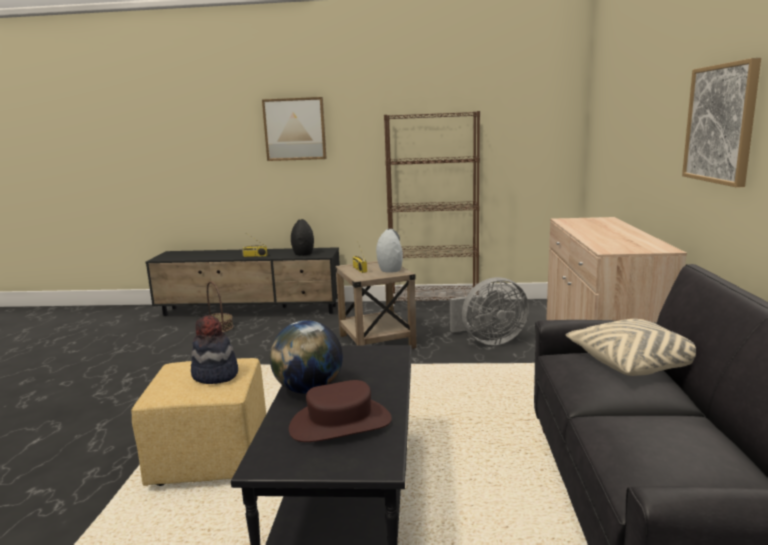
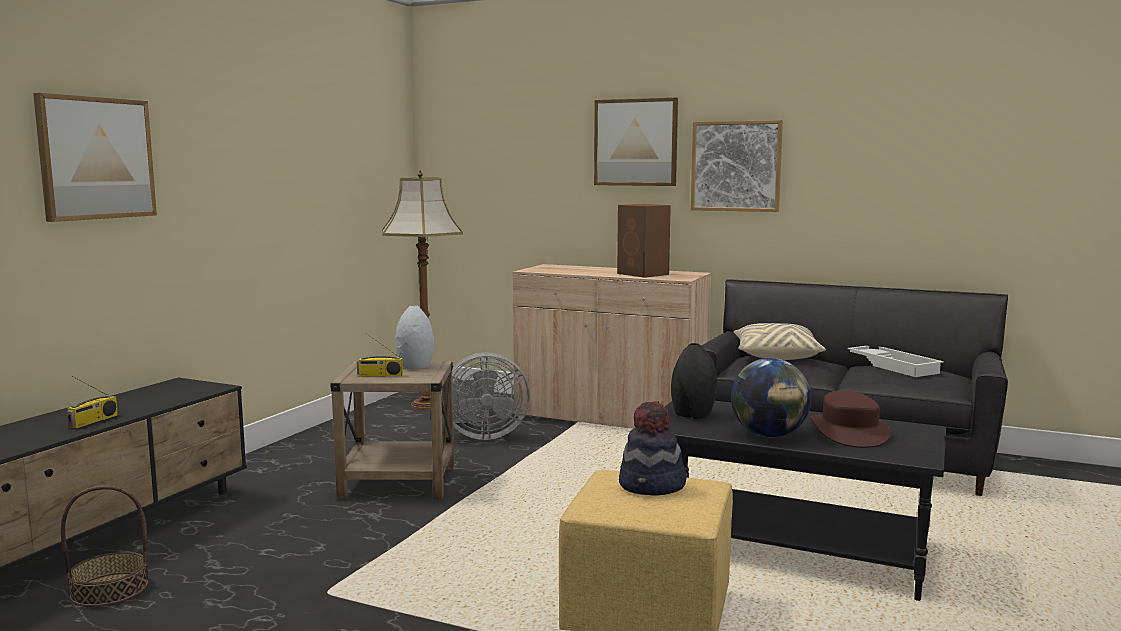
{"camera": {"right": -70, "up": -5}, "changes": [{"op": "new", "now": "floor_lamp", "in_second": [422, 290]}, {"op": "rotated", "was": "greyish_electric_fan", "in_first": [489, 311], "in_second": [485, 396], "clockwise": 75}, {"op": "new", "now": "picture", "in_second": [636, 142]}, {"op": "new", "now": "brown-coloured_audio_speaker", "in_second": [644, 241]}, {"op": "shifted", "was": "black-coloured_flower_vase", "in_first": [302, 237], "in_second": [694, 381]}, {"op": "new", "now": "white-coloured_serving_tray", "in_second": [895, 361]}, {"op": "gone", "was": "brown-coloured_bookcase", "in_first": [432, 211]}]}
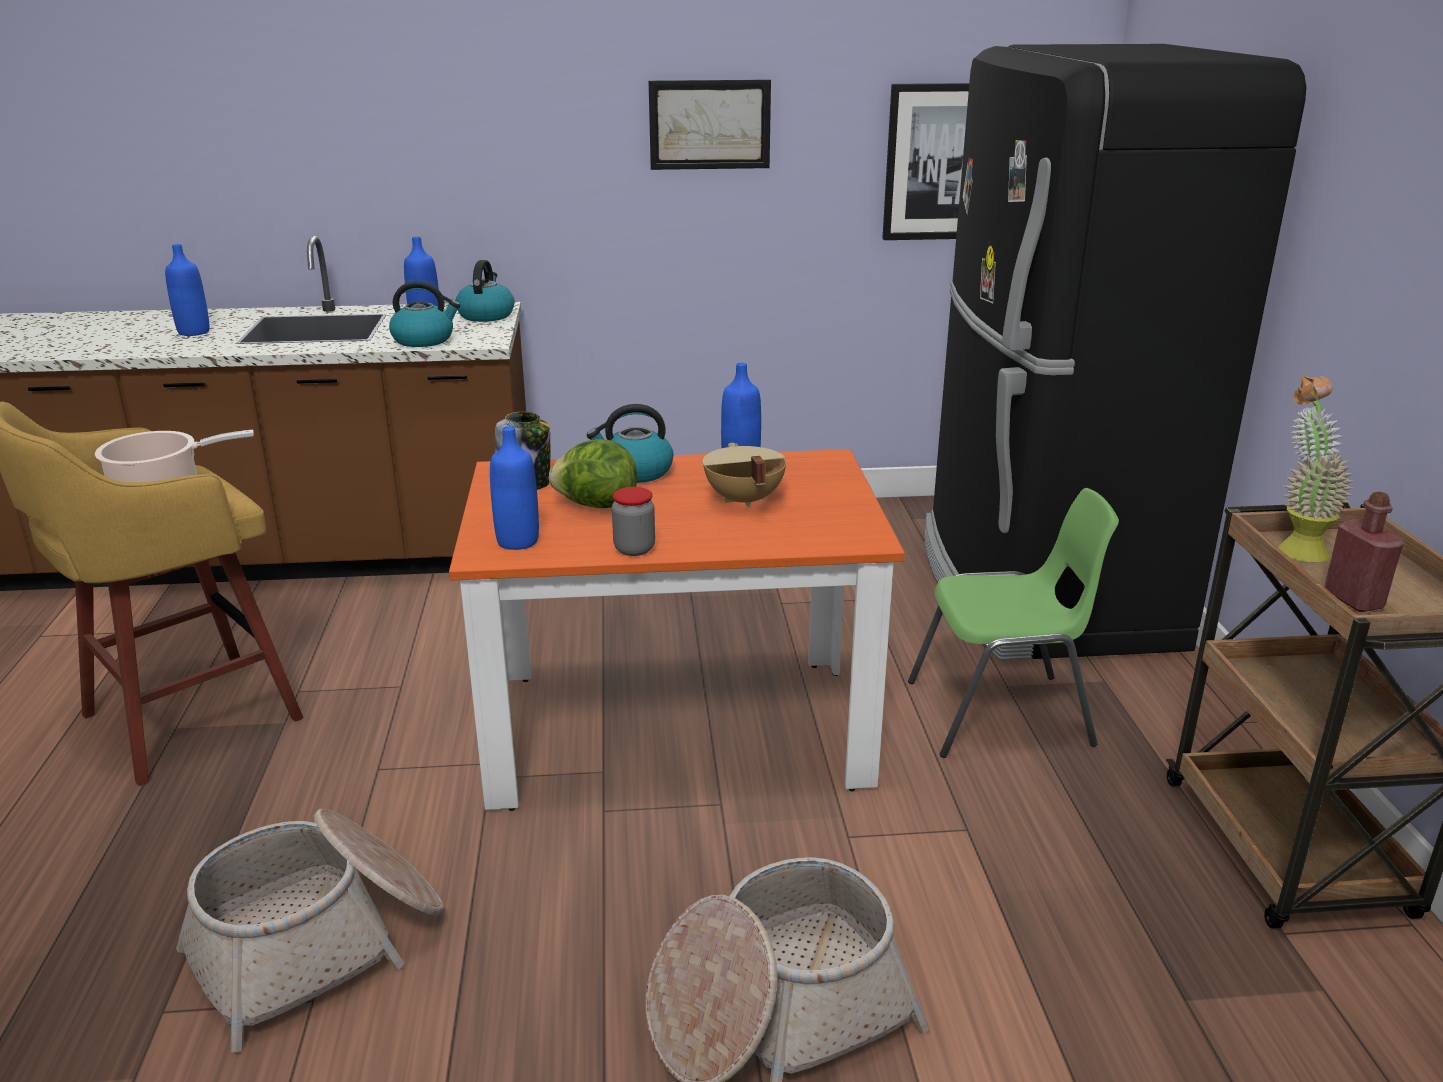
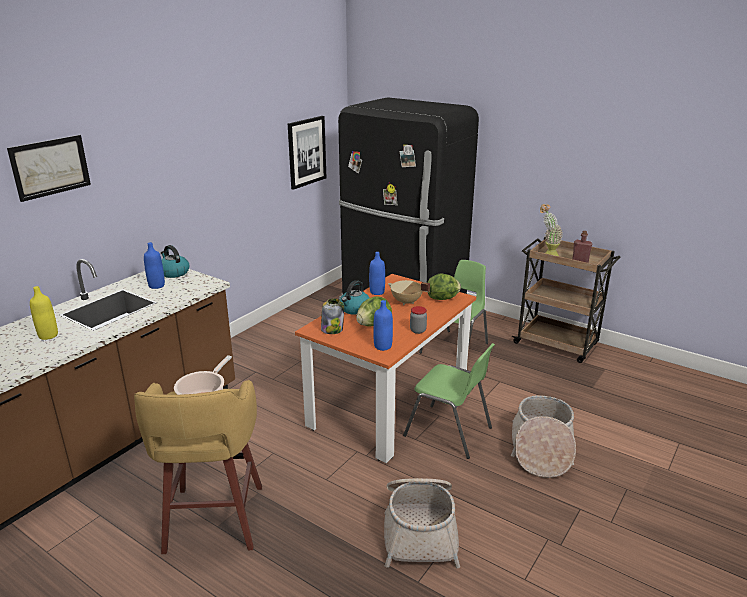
{"camera": {"right": -50, "up": 0}, "changes": [{"op": "shifted", "was": "picture", "in_first": [709, 124], "in_second": [49, 168]}, {"op": "repainted", "was": "blue_drink_bottle", "now": "yellow-coloured_drink_bottle", "in_first": [187, 290], "in_second": [44, 313]}, {"op": "new", "now": "green_upright_chair", "in_second": [449, 401]}, {"op": "new", "now": "lettuce", "in_second": [444, 287]}, {"op": "gone", "was": "water_kettle", "in_first": [424, 314]}]}
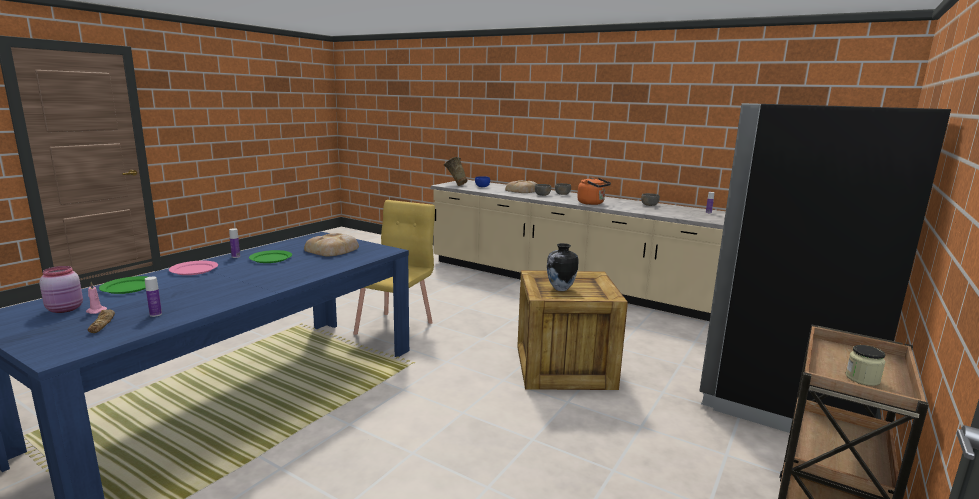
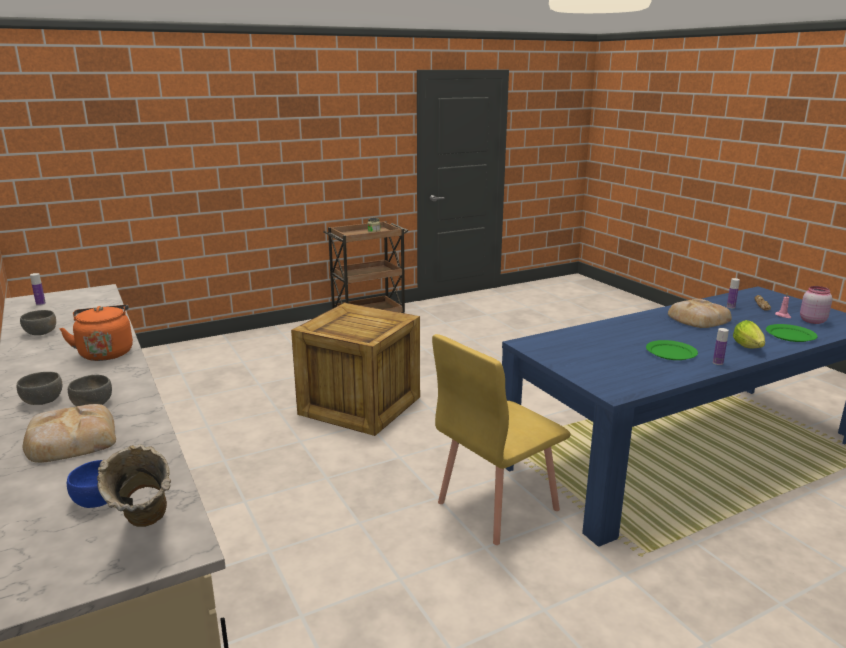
{"camera": {"right": -150, "up": 5}, "changes": [{"op": "shifted", "was": "bakery_bread", "in_first": [331, 244], "in_second": [700, 313]}, {"op": "swapped", "was": "pink-coloured_flat_dish", "now": "lettuce", "in_first": [193, 268], "in_second": [749, 334]}, {"op": "gone", "was": "flower_vase", "in_first": [563, 267]}, {"op": "gone", "was": "black-coloured_fridge", "in_first": [825, 268]}]}
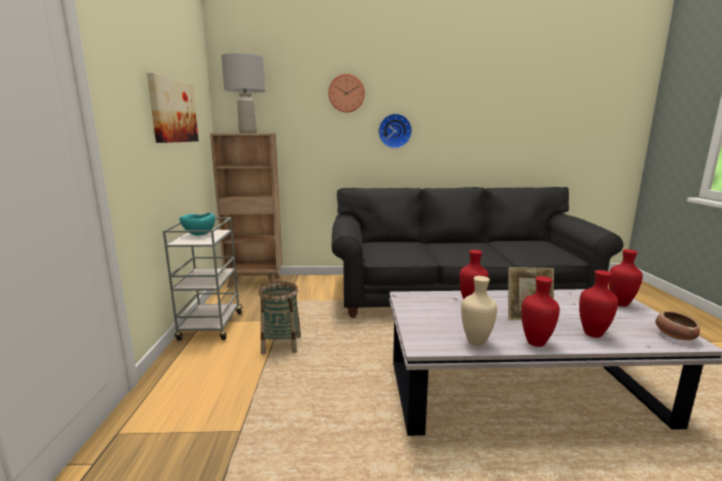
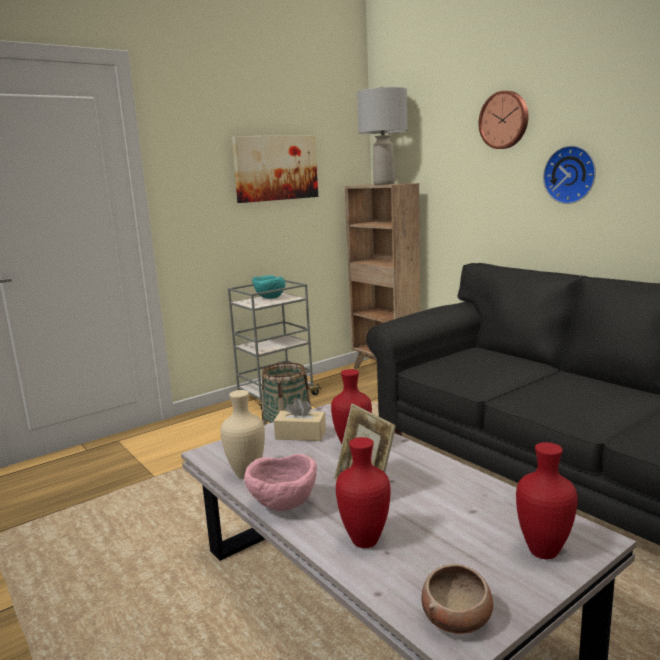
{"camera": {"right": 55, "up": 0}, "changes": [{"op": "swapped", "was": "red-coloured_flower_vase", "now": "pink-coloured_serving_bowl", "in_first": [540, 311], "in_second": [280, 482]}, {"op": "new", "now": "sand-coloured_tissue_holder", "in_second": [300, 419]}]}
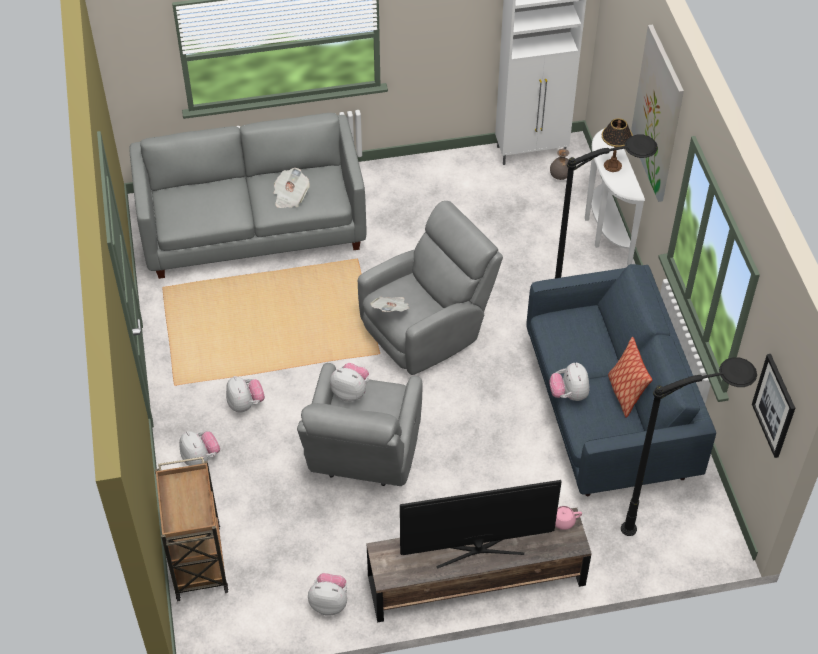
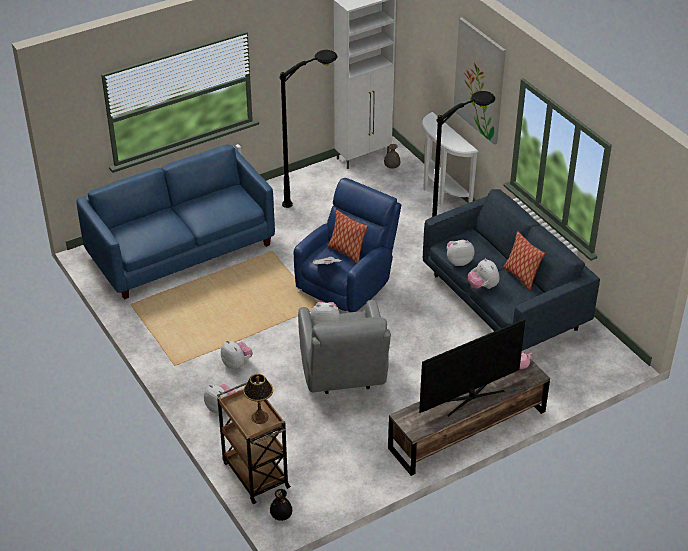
{"camera": {"right": -20, "up": -10}, "changes": [{"op": "repainted", "was": "greyish_sofa", "now": "blue_sofa", "in_first": [247, 196], "in_second": [176, 222]}, {"op": "shifted", "was": "lamp_for_a_table", "in_first": [617, 145], "in_second": [258, 399]}, {"op": "new", "now": "black-coloured_flower_vase", "in_second": [281, 505]}, {"op": "shifted", "was": "black-coloured_floor_lamp", "in_first": [689, 447], "in_second": [308, 129]}, {"op": "repainted", "was": "greyish_lounge_chair", "now": "blue_lounge_chair", "in_first": [430, 288], "in_second": [347, 245]}, {"op": "new", "now": "cushion", "in_second": [348, 236]}, {"op": "shifted", "was": "plush_toy", "in_first": [327, 594], "in_second": [461, 253]}, {"op": "gone", "was": "printed_paper", "in_first": [292, 188]}, {"op": "gone", "was": "picture", "in_first": [773, 406]}]}
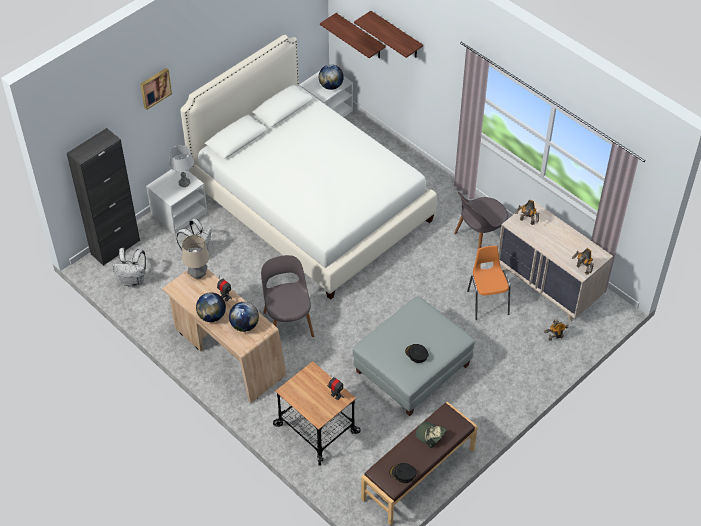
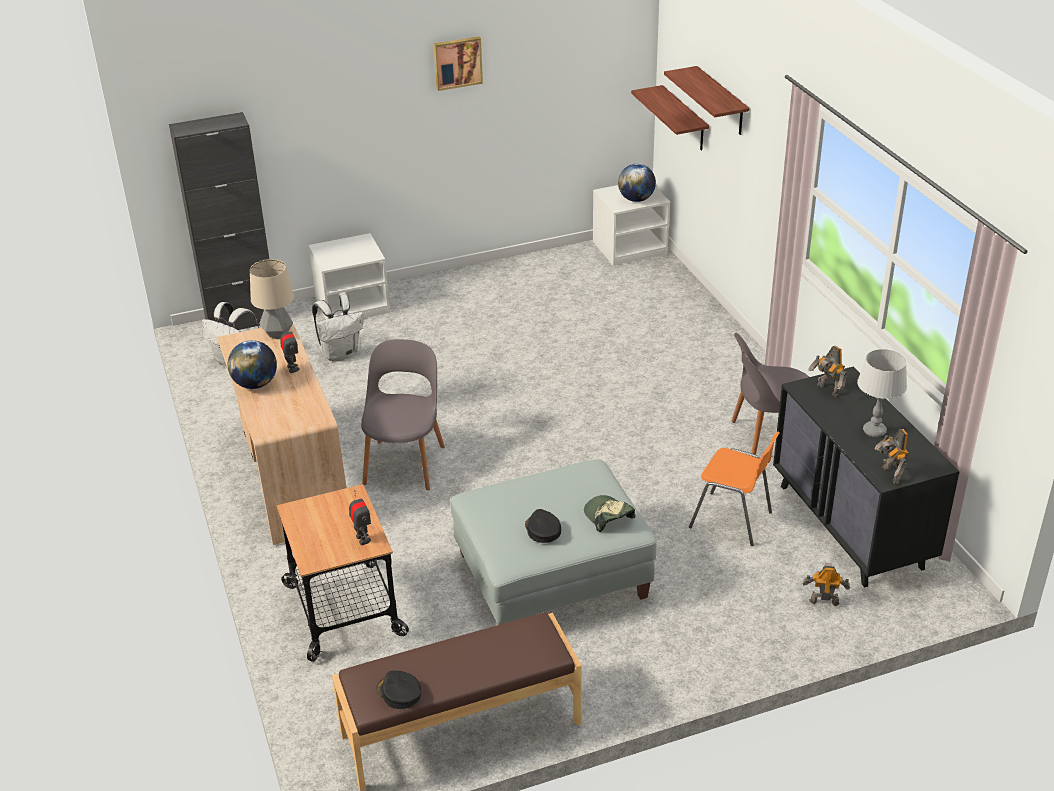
{"camera": {"right": 25, "up": -15}, "changes": [{"op": "shifted", "was": "picture", "in_first": [156, 89], "in_second": [458, 63]}, {"op": "shifted", "was": "cap", "in_first": [431, 435], "in_second": [610, 513]}, {"op": "rotated", "was": "orange-coloured_upright_chair", "in_first": [488, 283], "in_second": [734, 489], "clockwise": 105}, {"op": "repainted", "was": "sand-coloured_dresser", "now": "black-coloured_dresser", "in_first": [555, 261], "in_second": [866, 477]}, {"op": "shifted", "was": "greyish_lamp_for_a_table", "in_first": [181, 166], "in_second": [882, 393]}, {"op": "gone", "was": "white-coloured_sleeping_bed", "in_first": [308, 167]}, {"op": "gone", "was": "globe", "in_first": [244, 317]}]}
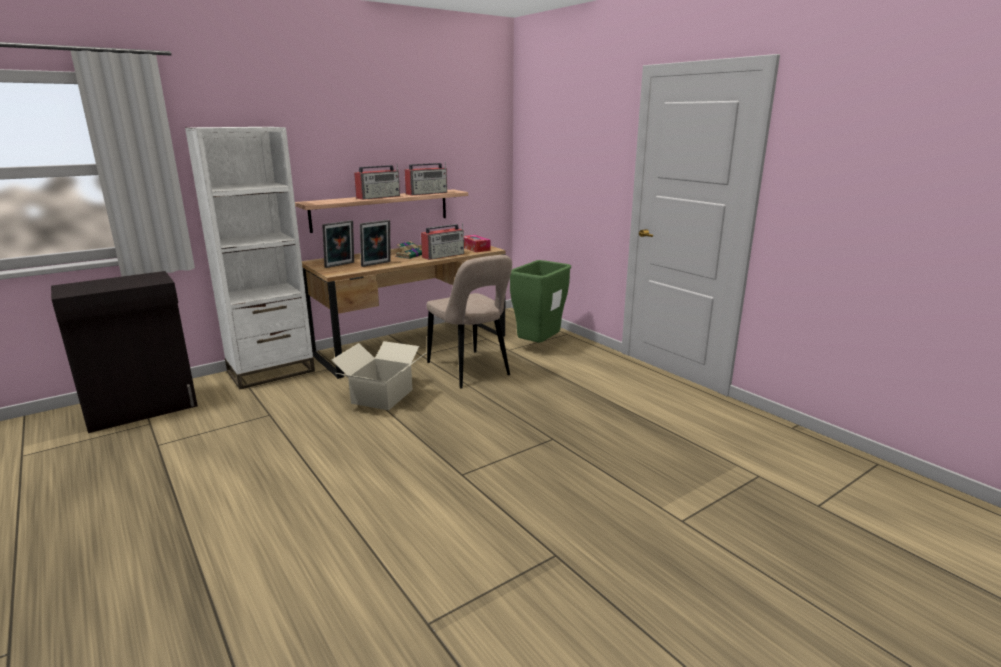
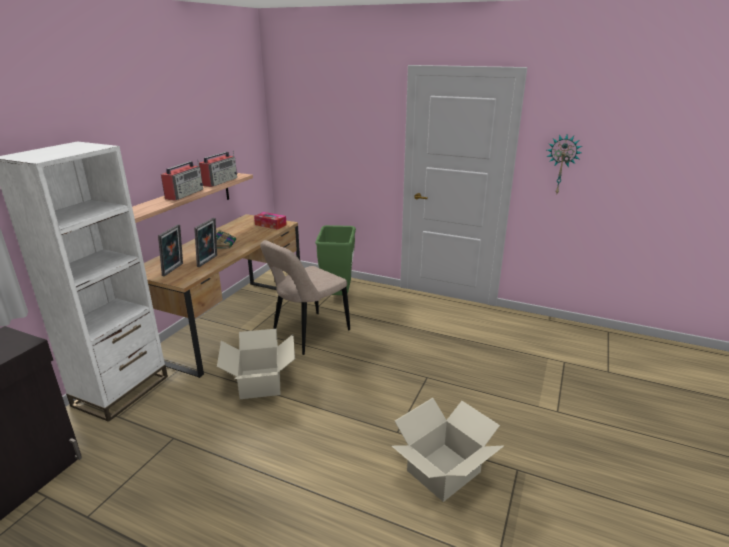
{"camera": {"right": -30, "up": 5}, "changes": [{"op": "rotated", "was": "sand-coloured_upright_chair", "in_first": [469, 322], "in_second": [305, 297], "clockwise": 105}, {"op": "new", "now": "cardboard_box", "in_second": [448, 450]}, {"op": "new", "now": "hanging_clock", "in_second": [564, 164]}, {"op": "gone", "was": "radio", "in_first": [442, 241]}]}
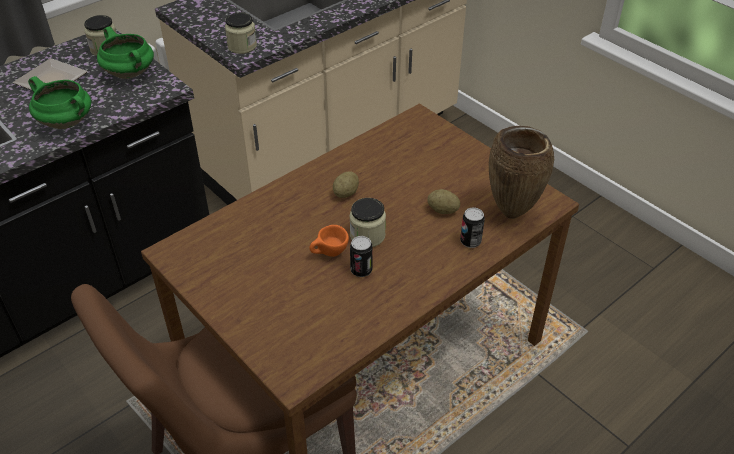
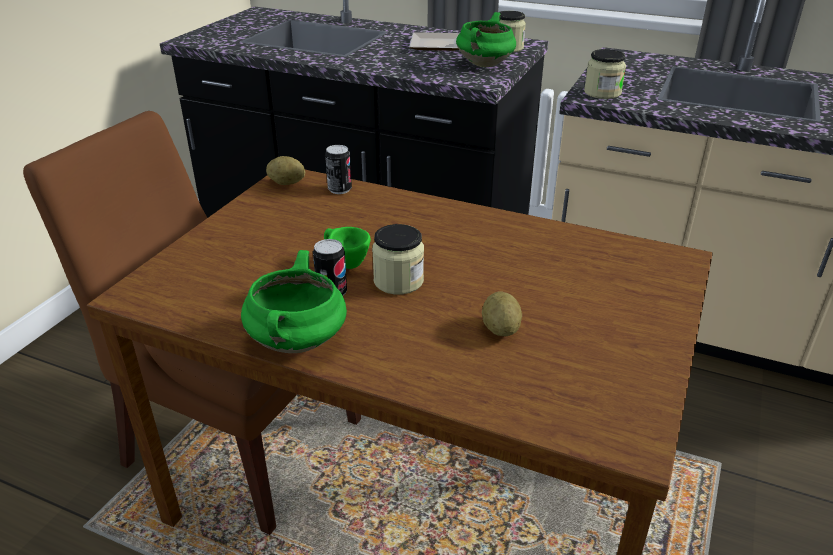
{"camera": {"right": 65, "up": -10}, "changes": [{"op": "shifted", "was": "green_stockpot", "in_first": [60, 102], "in_second": [294, 301]}, {"op": "shifted", "was": "potato", "in_first": [346, 184], "in_second": [285, 170]}, {"op": "repainted", "was": "orange-coloured_small_cup", "now": "green_small_cup", "in_first": [329, 241], "in_second": [347, 248]}, {"op": "shifted", "was": "can", "in_first": [472, 227], "in_second": [338, 169]}, {"op": "gone", "was": "brown-coloured_flower_vase", "in_first": [521, 172]}]}
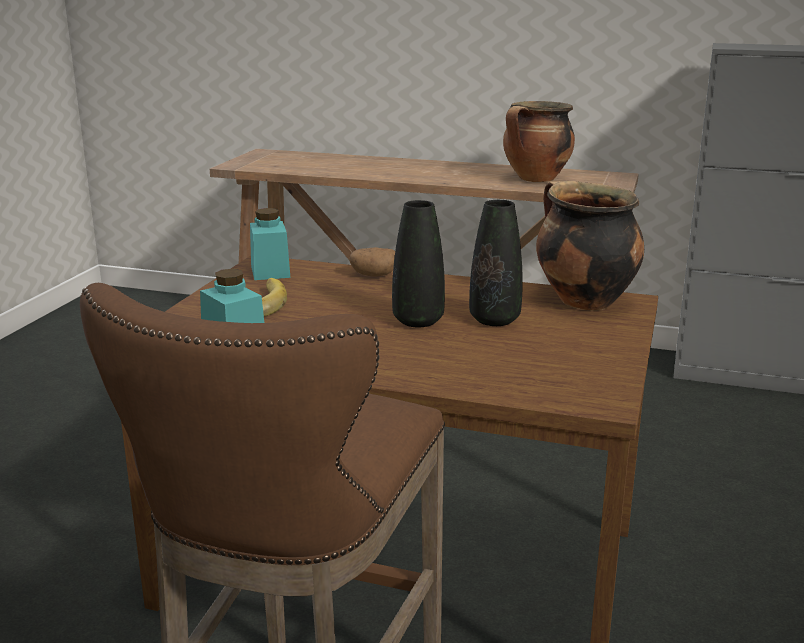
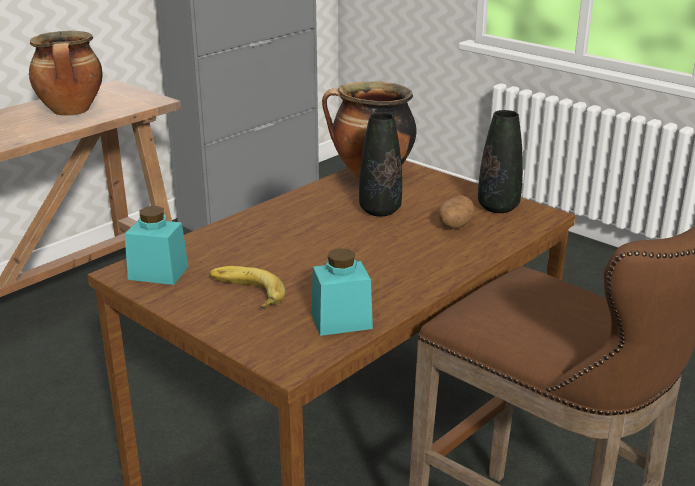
{"camera": {"right": -65, "up": 5}, "changes": [{"op": "shifted", "was": "potato", "in_first": [372, 262], "in_second": [457, 212]}, {"op": "shifted", "was": "black-coloured_flower_vase", "in_first": [418, 263], "in_second": [500, 161]}]}
